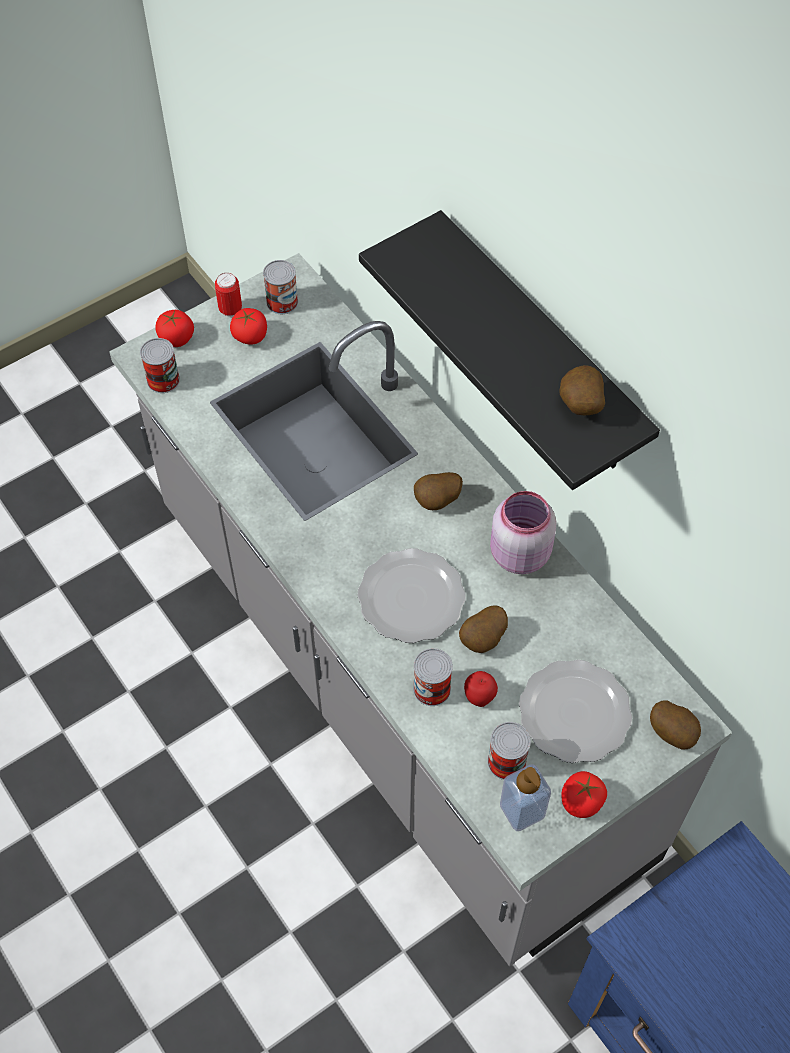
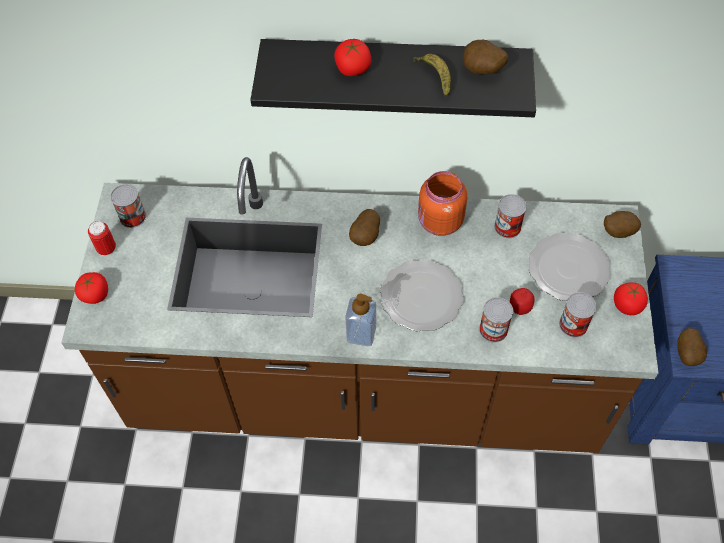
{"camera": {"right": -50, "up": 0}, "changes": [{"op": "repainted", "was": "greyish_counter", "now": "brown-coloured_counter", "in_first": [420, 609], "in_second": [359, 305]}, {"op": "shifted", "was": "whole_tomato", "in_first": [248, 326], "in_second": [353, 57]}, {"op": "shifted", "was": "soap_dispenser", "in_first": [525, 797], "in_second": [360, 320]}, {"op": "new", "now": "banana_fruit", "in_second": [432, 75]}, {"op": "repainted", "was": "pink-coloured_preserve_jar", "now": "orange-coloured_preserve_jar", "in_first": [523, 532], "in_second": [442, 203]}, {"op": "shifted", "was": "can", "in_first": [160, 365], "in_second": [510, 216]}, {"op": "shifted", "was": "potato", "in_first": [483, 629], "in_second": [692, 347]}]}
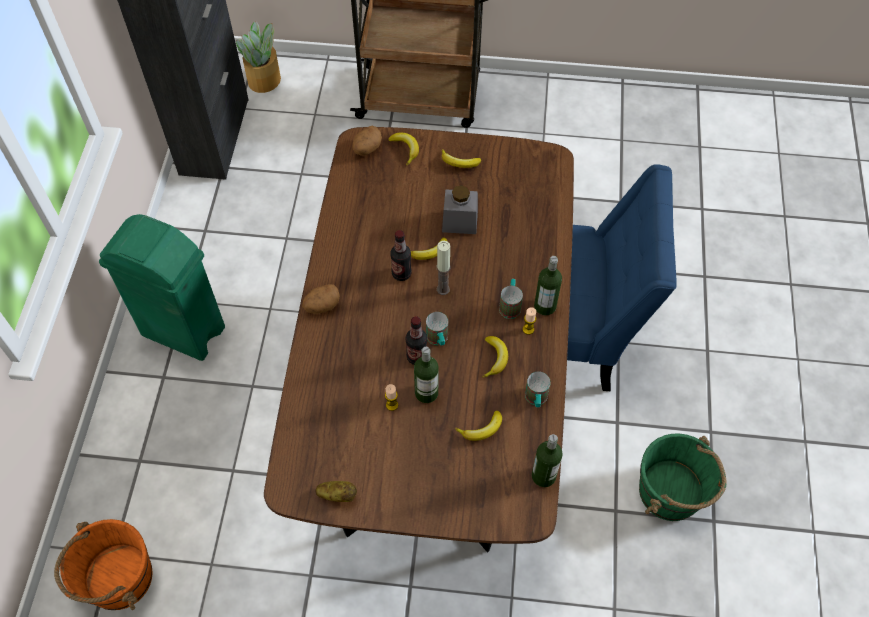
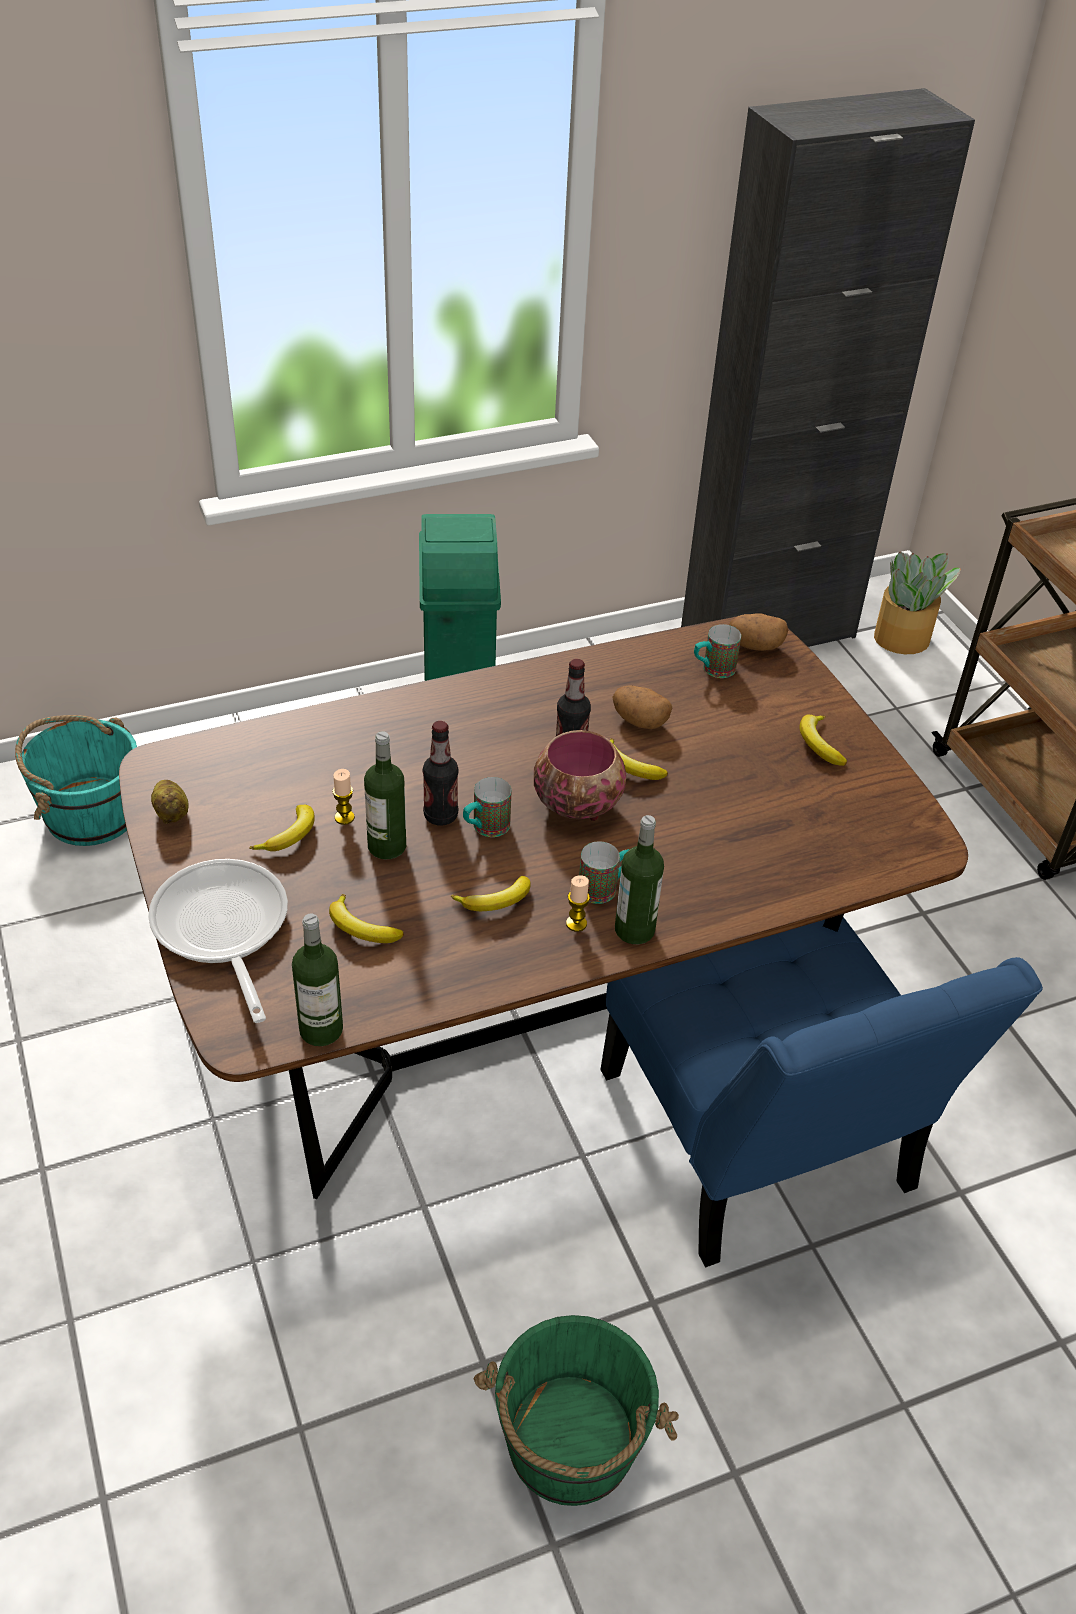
{"camera": {"right": 60, "up": -15}, "changes": [{"op": "repainted", "was": "orange-coloured_water_bucket", "now": "turquoise-coloured_water_bucket", "in_first": [103, 564], "in_second": [76, 780]}, {"op": "new", "now": "frying_pan", "in_second": [218, 941]}, {"op": "shifted", "was": "banana_fruit", "in_first": [403, 149], "in_second": [282, 828]}, {"op": "swapped", "was": "wax_light", "now": "serving_bowl", "in_first": [443, 268], "in_second": [580, 775]}, {"op": "shifted", "was": "potato", "in_first": [321, 299], "in_second": [642, 707]}, {"op": "shifted", "was": "tea_mug", "in_first": [538, 389], "in_second": [717, 651]}, {"op": "gone", "was": "greyish_preserve_jar", "in_first": [460, 209]}]}
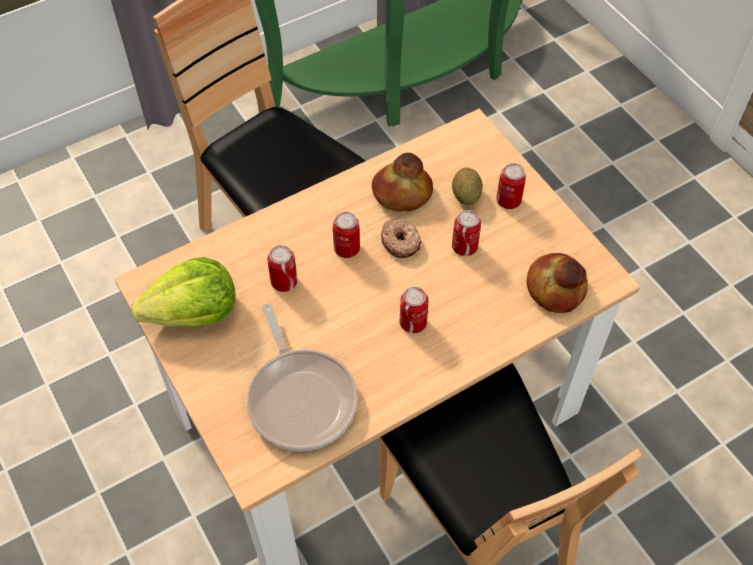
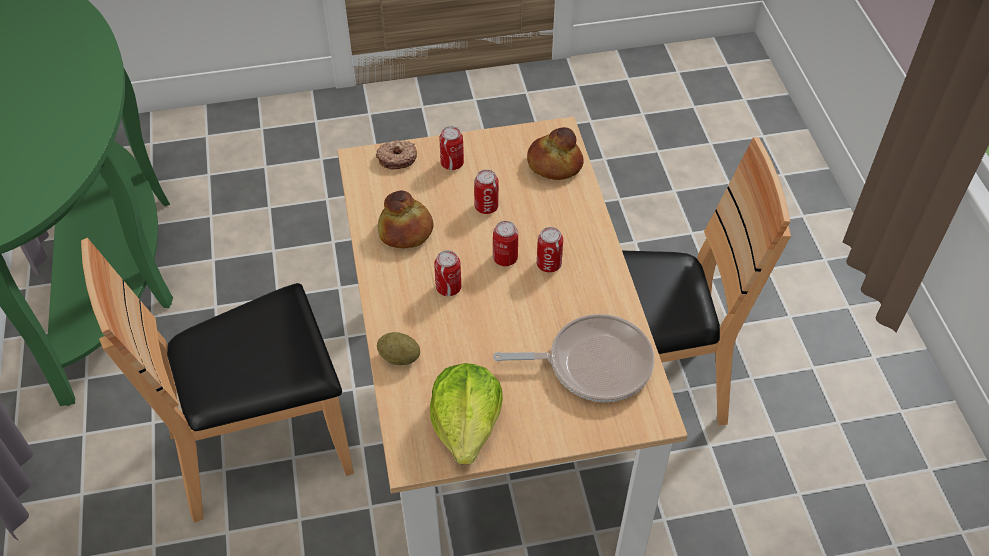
{"camera": {"right": -70, "up": -5}, "changes": [{"op": "shifted", "was": "doughnut", "in_first": [401, 238], "in_second": [396, 154]}, {"op": "shifted", "was": "potato", "in_first": [467, 186], "in_second": [398, 348]}, {"op": "shifted", "was": "can", "in_first": [282, 268], "in_second": [505, 243]}]}
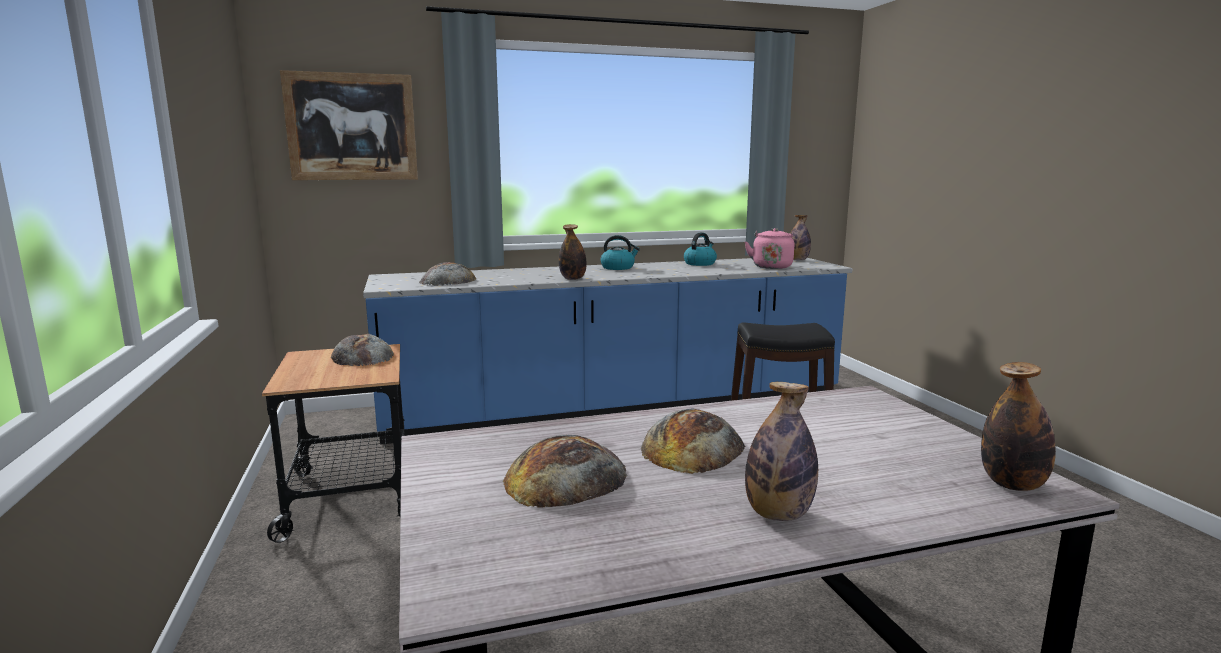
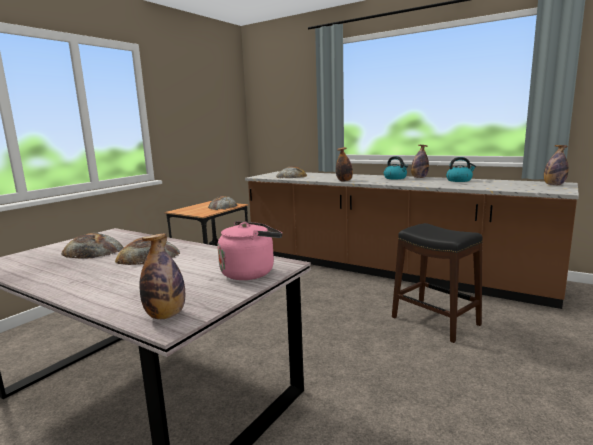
{"camera": {"right": 50, "up": 0}, "changes": [{"op": "shifted", "was": "pink-coloured_water_kettle", "in_first": [769, 248], "in_second": [250, 250]}, {"op": "repainted", "was": "blue_counter", "now": "brown-coloured_counter", "in_first": [607, 351], "in_second": [412, 240]}, {"op": "shifted", "was": "drink_bottle", "in_first": [781, 451], "in_second": [420, 161]}, {"op": "gone", "was": "picture", "in_first": [349, 125]}]}
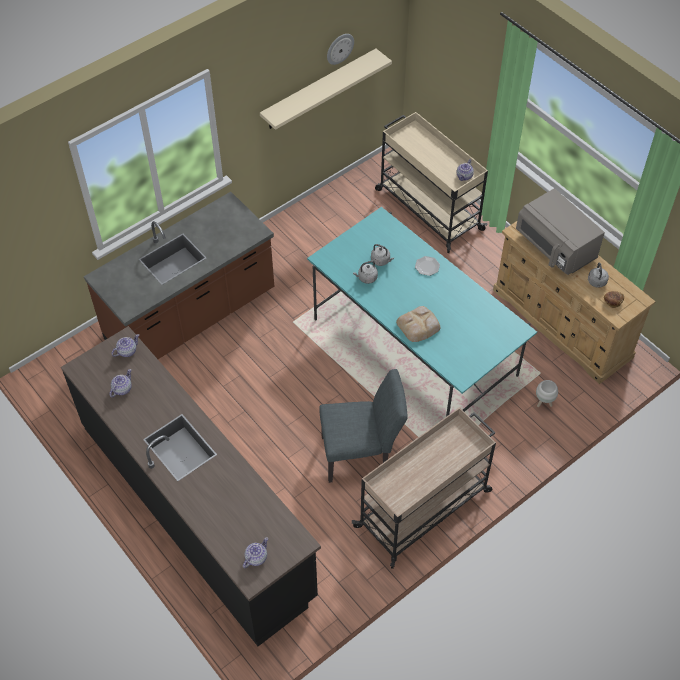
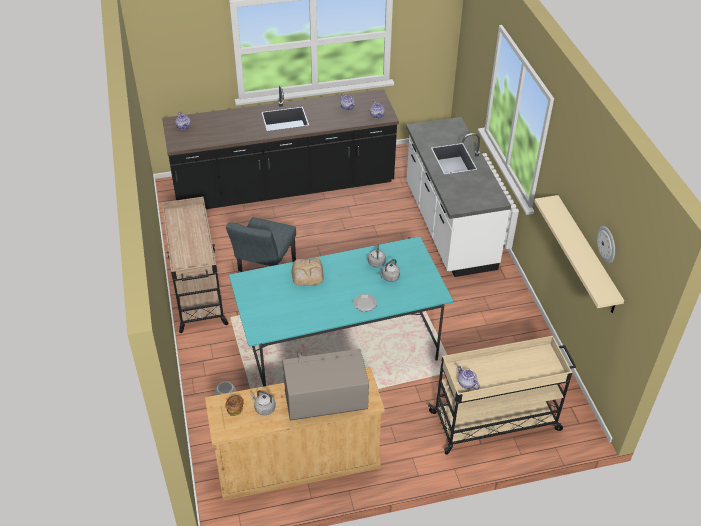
{"camera": {"right": 115, "up": -10}, "changes": [{"op": "repainted", "was": "brown-coloured_counter", "now": "white-coloured_counter", "in_first": [179, 275], "in_second": [458, 197]}]}
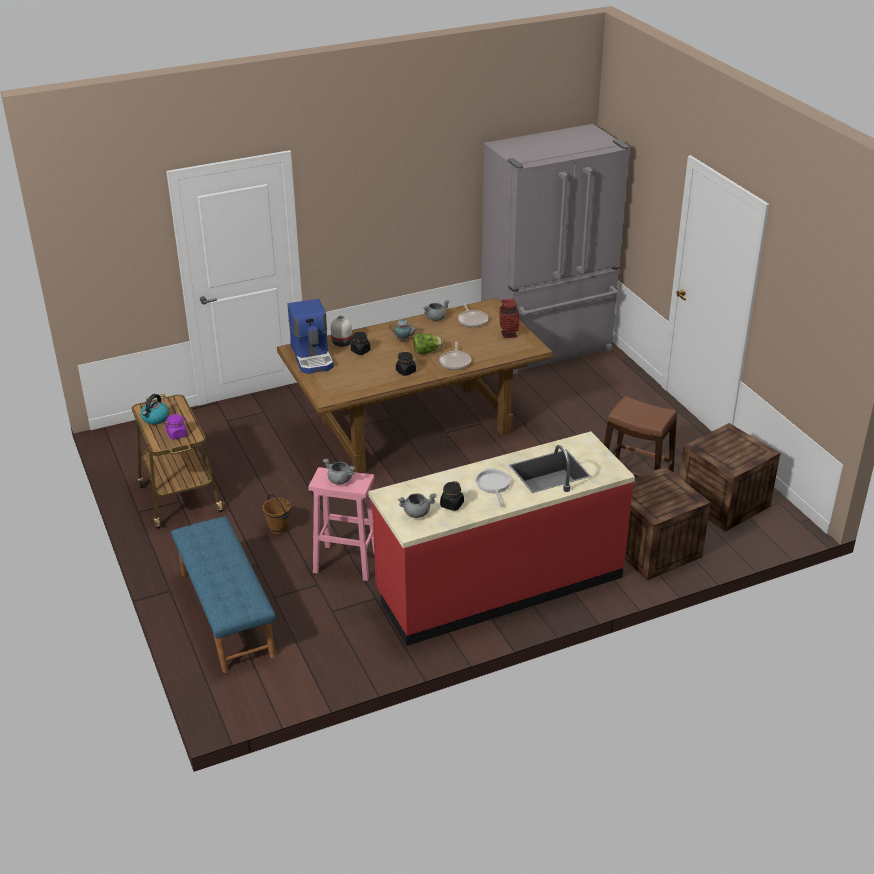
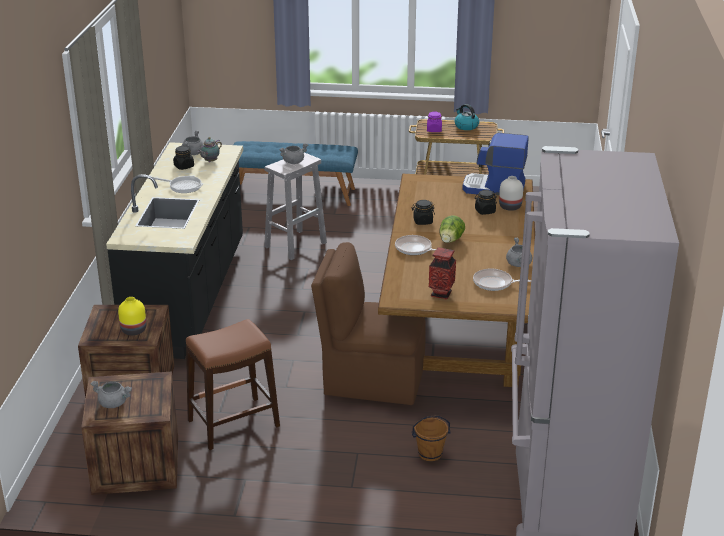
{"camera": {"right": 120, "up": -5}, "changes": [{"op": "new", "now": "greyish_stockpot", "in_second": [111, 394]}, {"op": "repainted", "was": "red-coloured_counter", "now": "black-coloured_counter", "in_first": [501, 538], "in_second": [174, 250]}, {"op": "new", "now": "yellow-coloured_flower_vase", "in_second": [132, 316]}, {"op": "shifted", "was": "teapot", "in_first": [403, 329], "in_second": [209, 149]}, {"op": "repainted", "was": "pink-coloured_stool", "now": "white-coloured_stool", "in_first": [341, 524], "in_second": [295, 206]}, {"op": "new", "now": "brown-coloured_upright_chair", "in_second": [368, 323]}, {"op": "shifted", "was": "brown-coloured_water_bucket", "in_first": [276, 514], "in_second": [431, 438]}]}
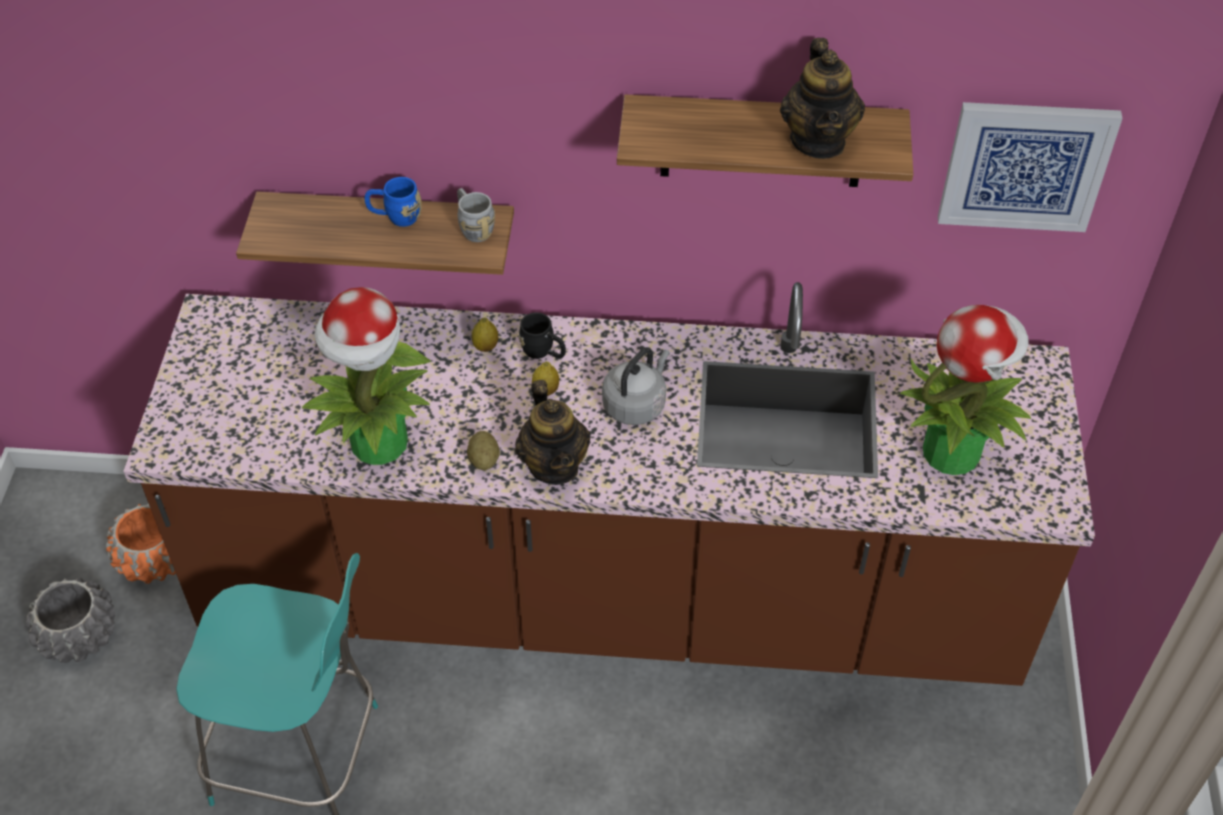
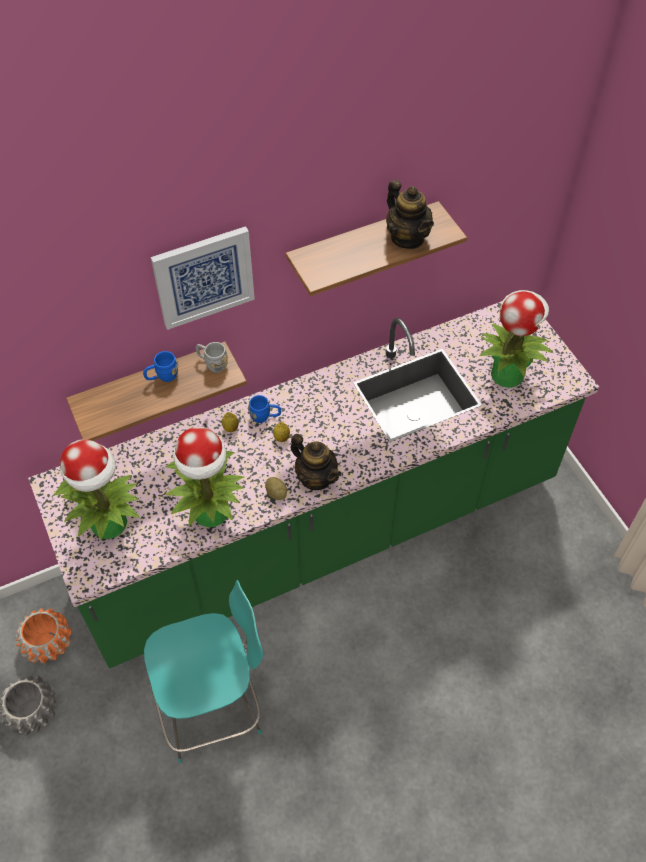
{"camera": {"right": -30, "up": 5}, "changes": [{"op": "repainted", "was": "brown-coloured_counter", "now": "green_counter", "in_first": [609, 484], "in_second": [313, 485]}, {"op": "new", "now": "houseplant", "in_second": [97, 489]}, {"op": "shifted", "was": "picture", "in_first": [1030, 167], "in_second": [203, 278]}, {"op": "repainted", "was": "black-coloured_tea_mug", "now": "blue_tea_mug", "in_first": [542, 335], "in_second": [264, 409]}, {"op": "gone", "was": "greyish_water_kettle", "in_first": [636, 386]}]}
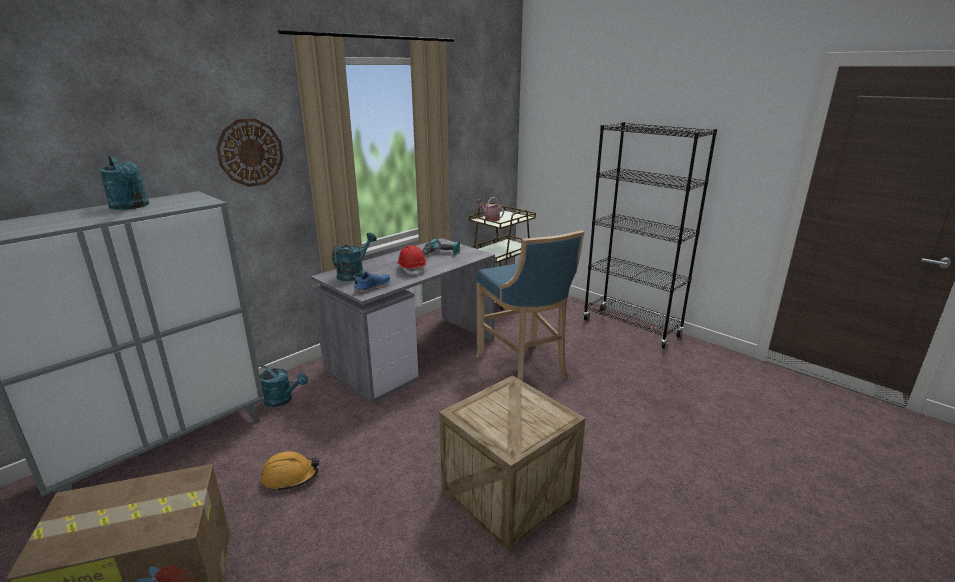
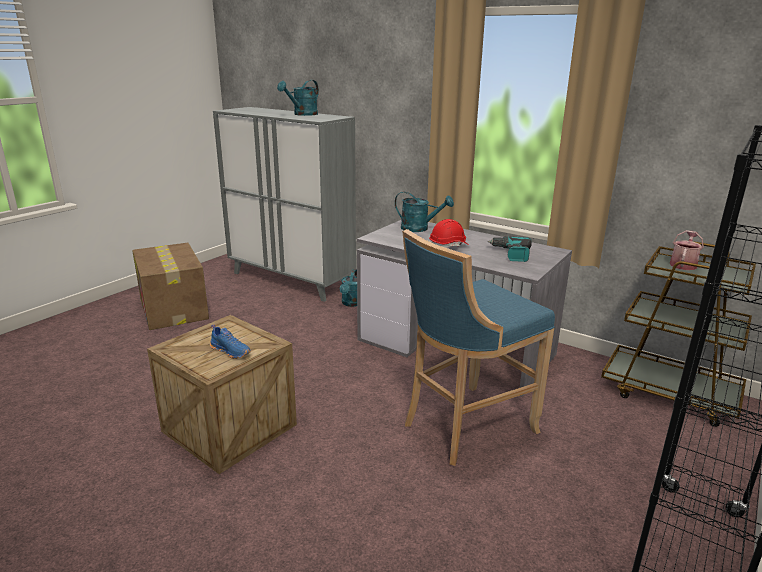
{"camera": {"right": 80, "up": 0}, "changes": [{"op": "shifted", "was": "blue_item_of_footwear", "in_first": [372, 282], "in_second": [230, 341]}, {"op": "gone", "was": "hanging_clock", "in_first": [250, 152]}, {"op": "gone", "was": "orange-coloured_work_helmet", "in_first": [290, 471]}]}
